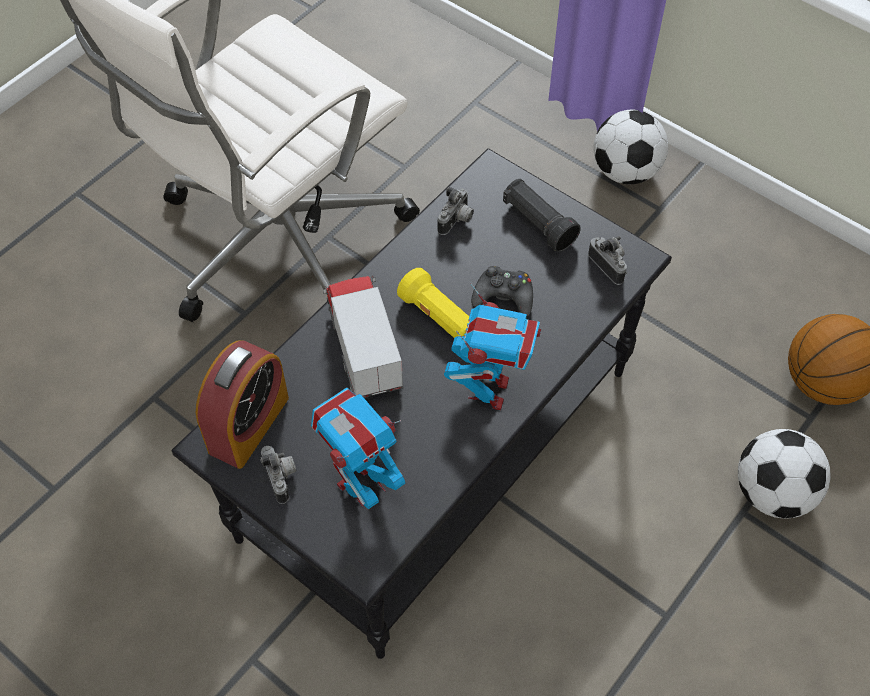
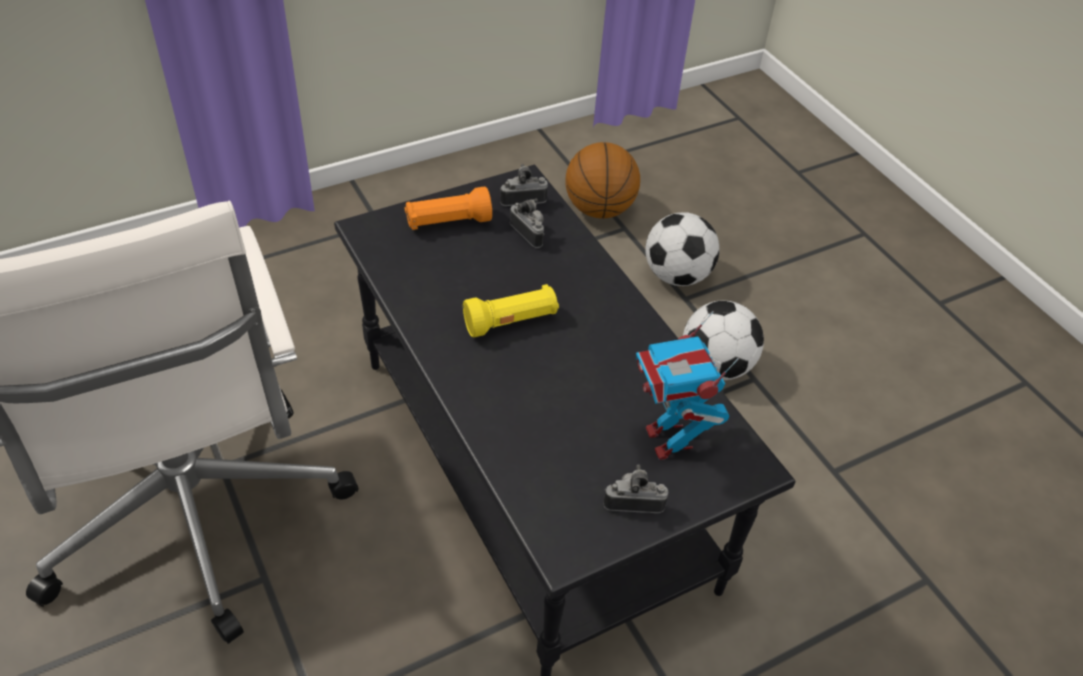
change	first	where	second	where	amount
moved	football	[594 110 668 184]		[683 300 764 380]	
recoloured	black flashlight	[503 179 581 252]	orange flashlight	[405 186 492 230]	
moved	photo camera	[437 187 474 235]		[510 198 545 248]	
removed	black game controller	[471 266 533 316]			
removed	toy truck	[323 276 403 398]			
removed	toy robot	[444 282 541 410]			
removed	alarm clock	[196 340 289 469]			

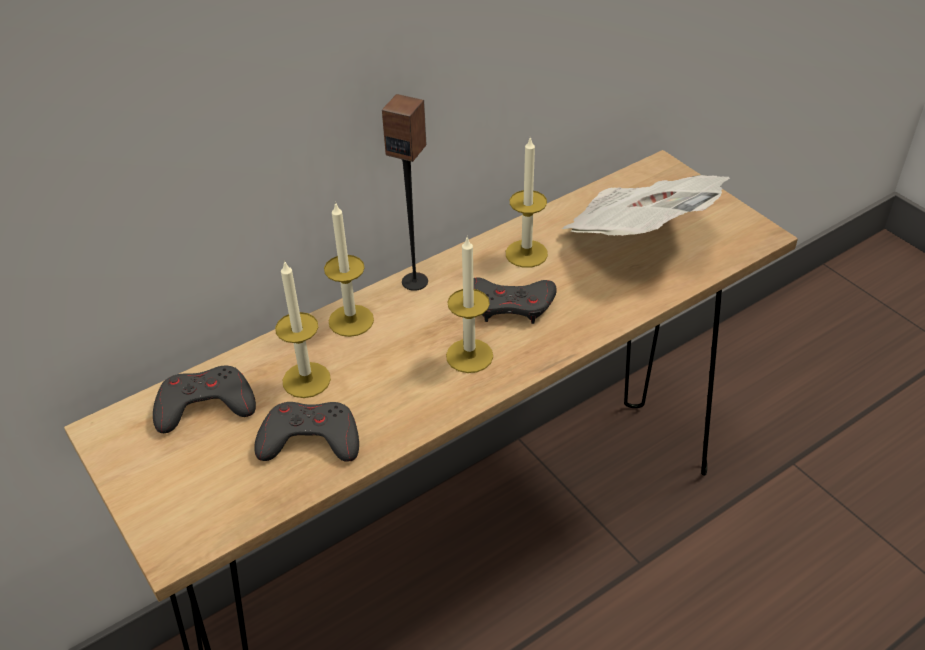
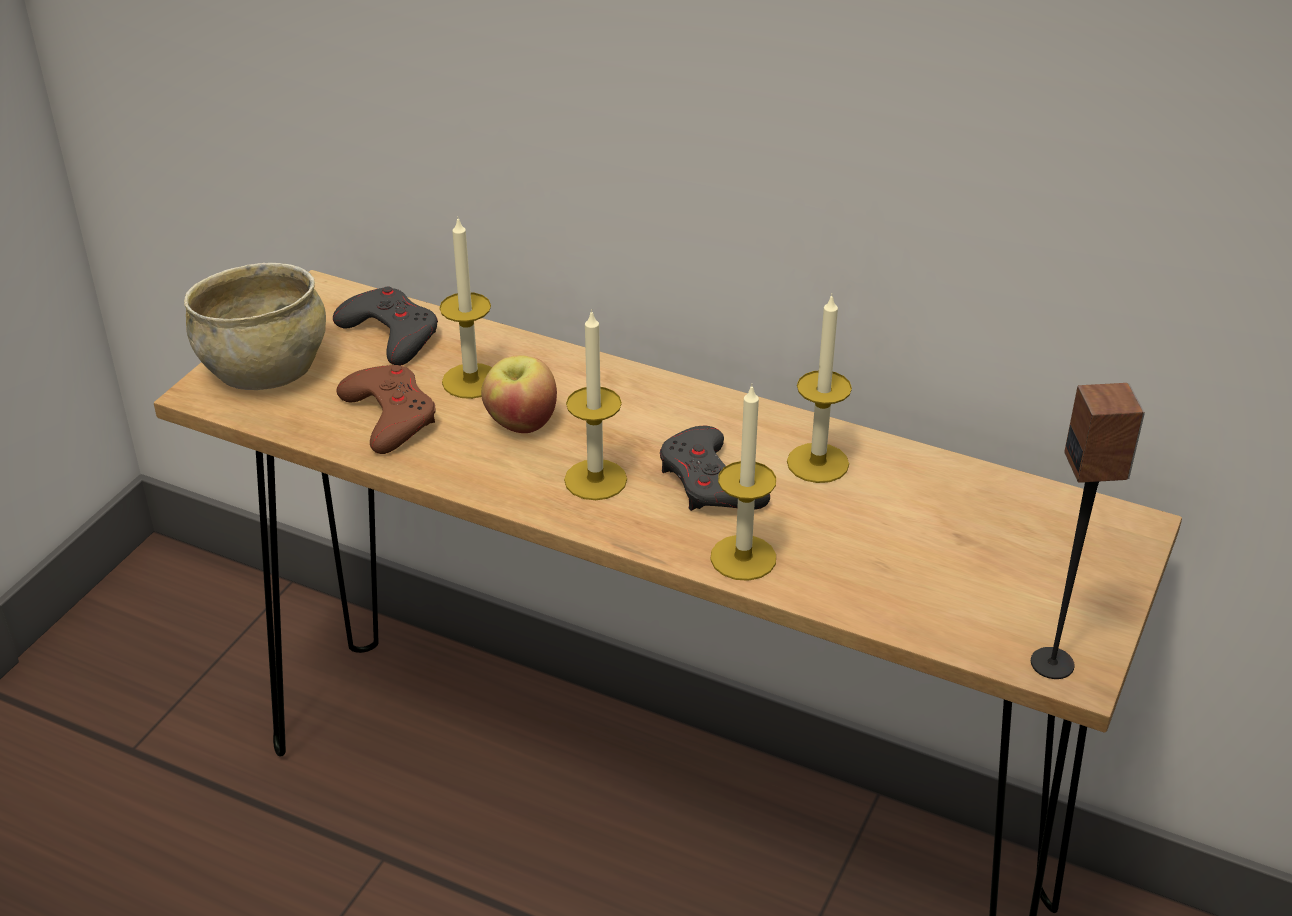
change	first	where	second	where	amount
moved	speaker	[382 94 428 291]		[1031 383 1145 679]	
removed	newspaper	[562 175 730 236]			
moved	candle	[324 202 374 337]		[710 384 776 581]	
recoloured	grey game controller	[254 402 359 462]	brown game controller	[336 365 436 454]	
added			beige bowl	[184 263 326 390]	
added			apple	[481 355 557 433]	

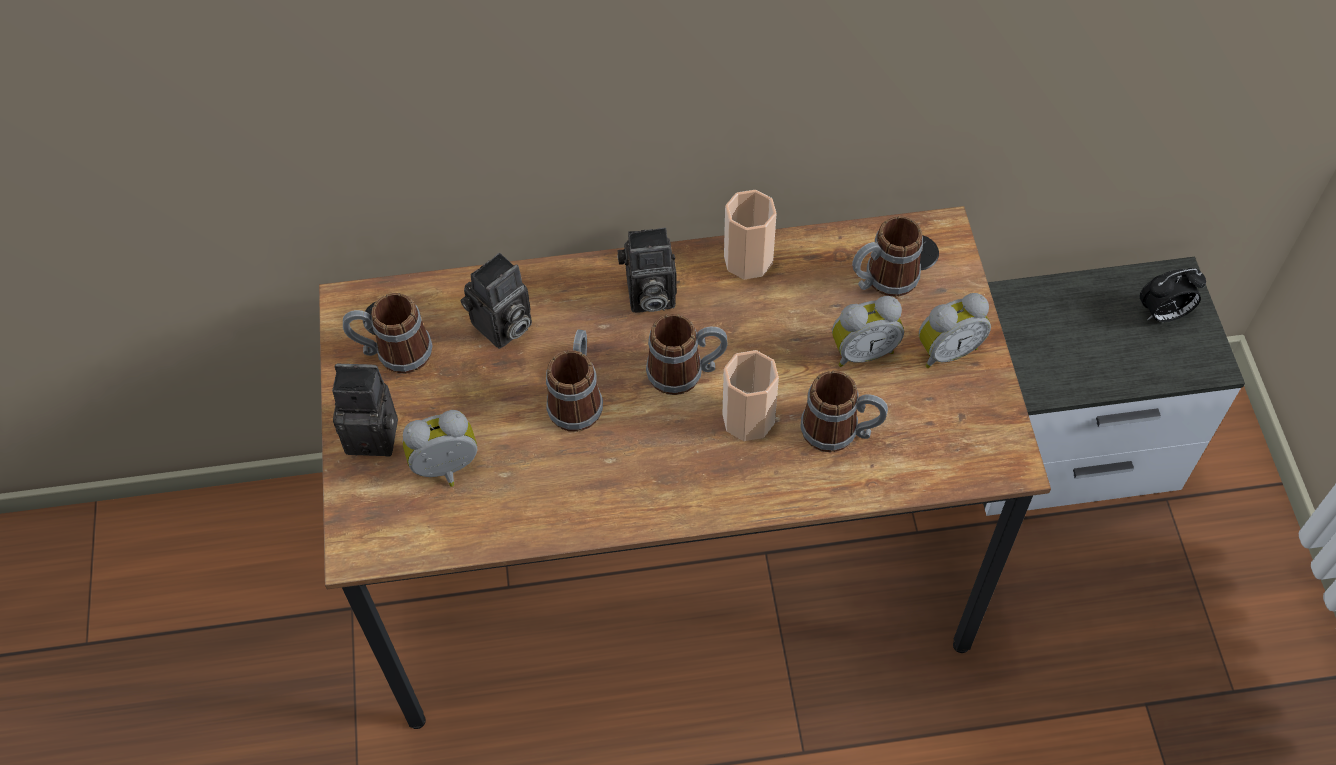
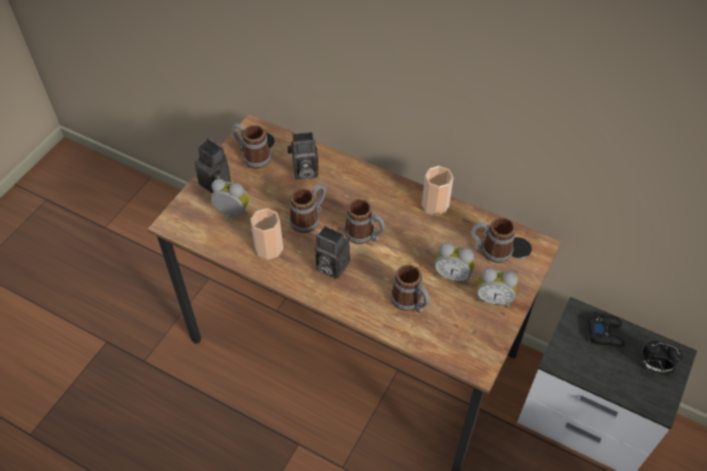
change	first	where	second	where	amount
moved	photo camera	[617 227 677 313]		[315 226 350 279]	
moved	cup	[722 350 779 441]		[250 208 283 260]	
added			black game controller	[588 316 625 347]	

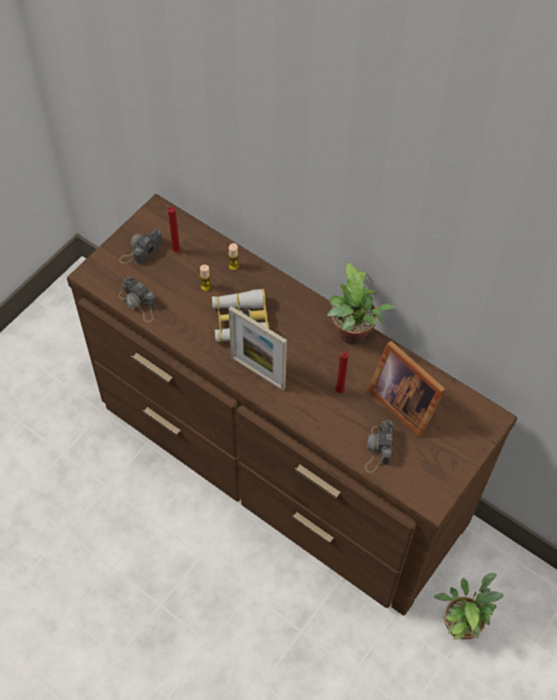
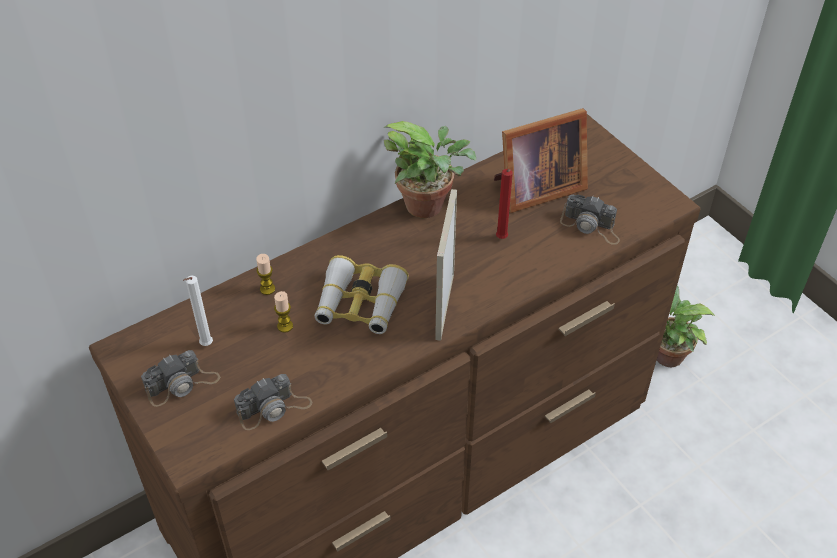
change	first	where	second	where	amount
recoloured	red candle	[163 204 181 252]	white candle	[183 276 213 346]	
turned	photo camera	[119 229 162 265]		[141 350 220 407]	90 degrees counterclockwise
turned	picture frame	[229 306 287 391]		[435 189 457 341]	135 degrees clockwise

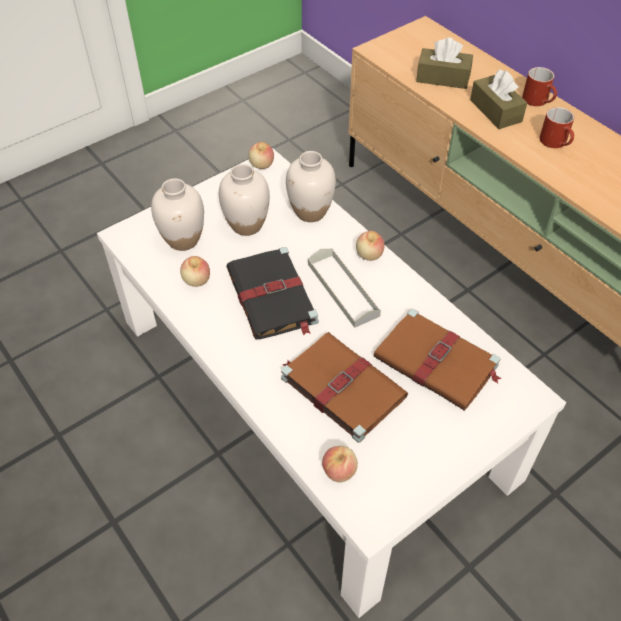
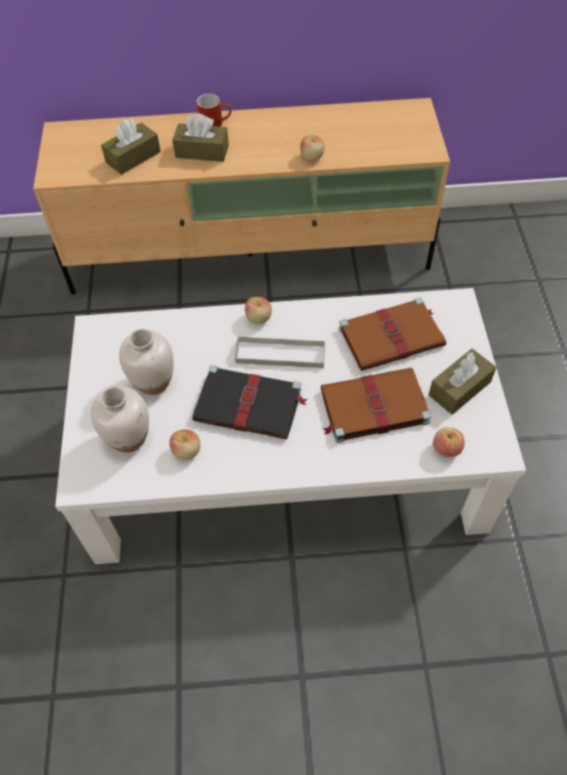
change	first	where	second	where	amount
removed	red mug	[540 107 574 148]			
moved	apple	[249 142 274 169]		[300 135 325 160]	
removed	white vase	[286 151 336 222]			
added			brown tissue box	[429 349 496 415]	

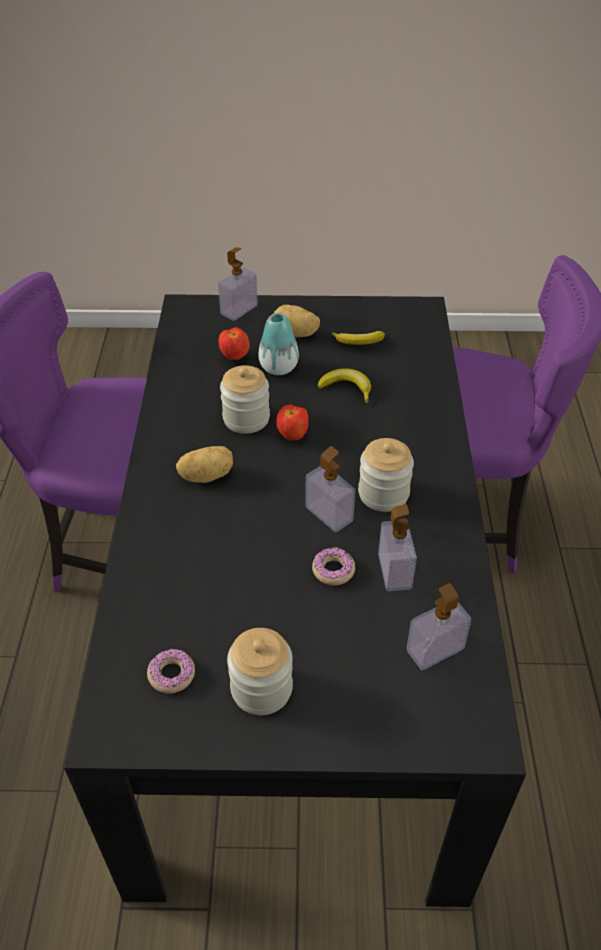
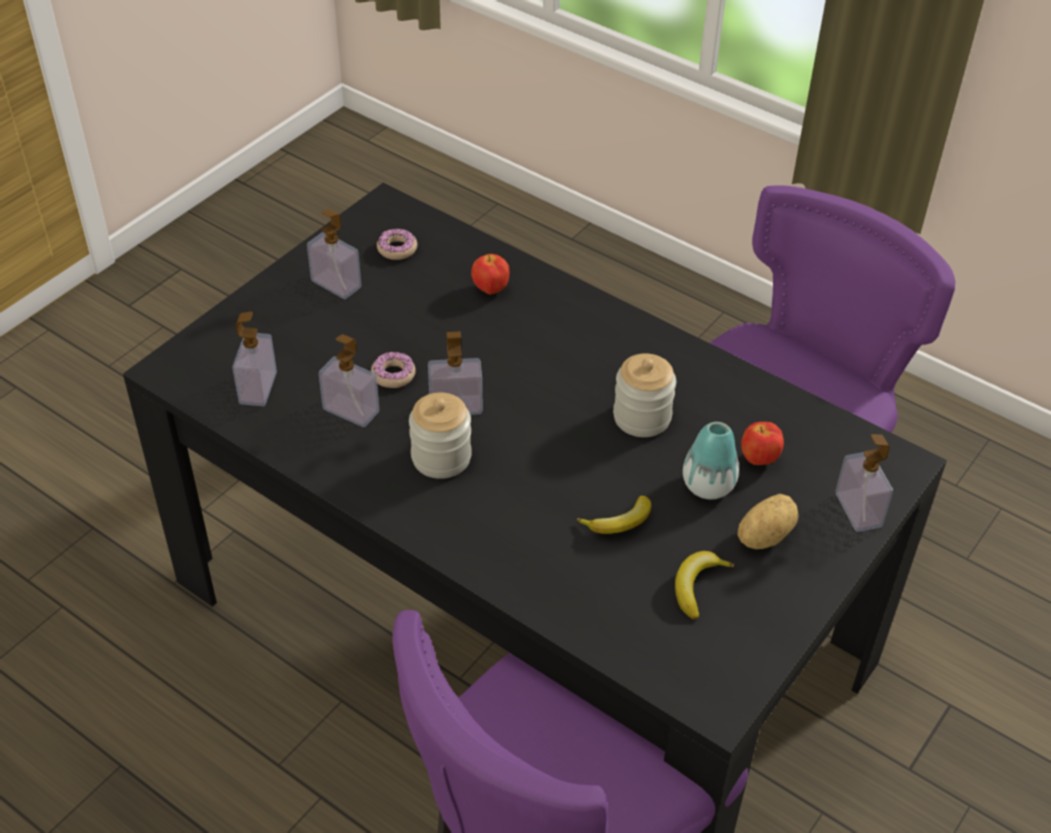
change	first	where	second	where	amount
moved	apple	[276 405 309 440]		[471 254 509 295]	
removed	potato	[176 446 233 483]			
replaced	jar	[227 628 293 715]	soap dispenser	[307 209 361 299]	

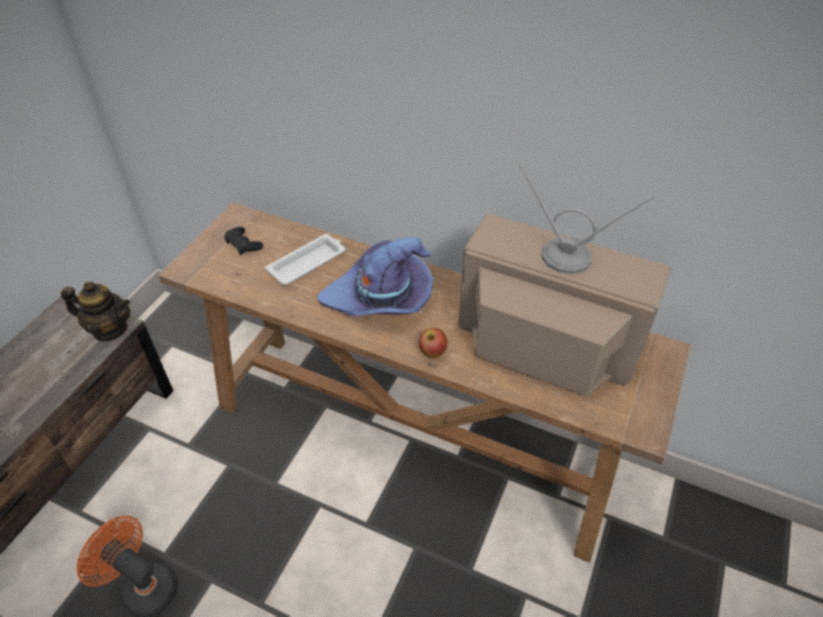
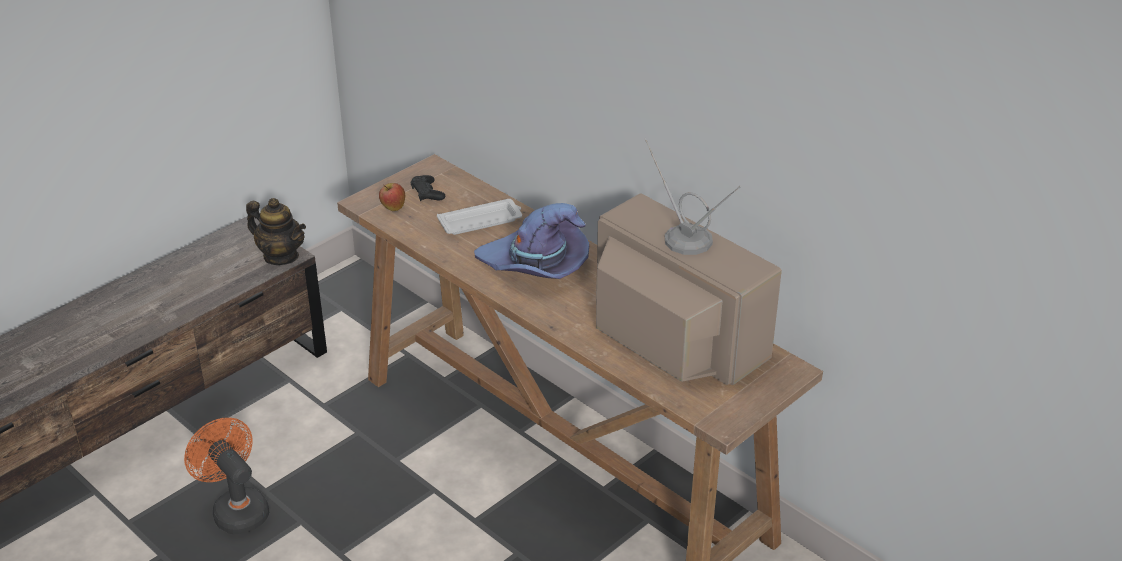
change	first	where	second	where	amount
moved	apple	[419 328 448 358]		[379 183 405 211]	

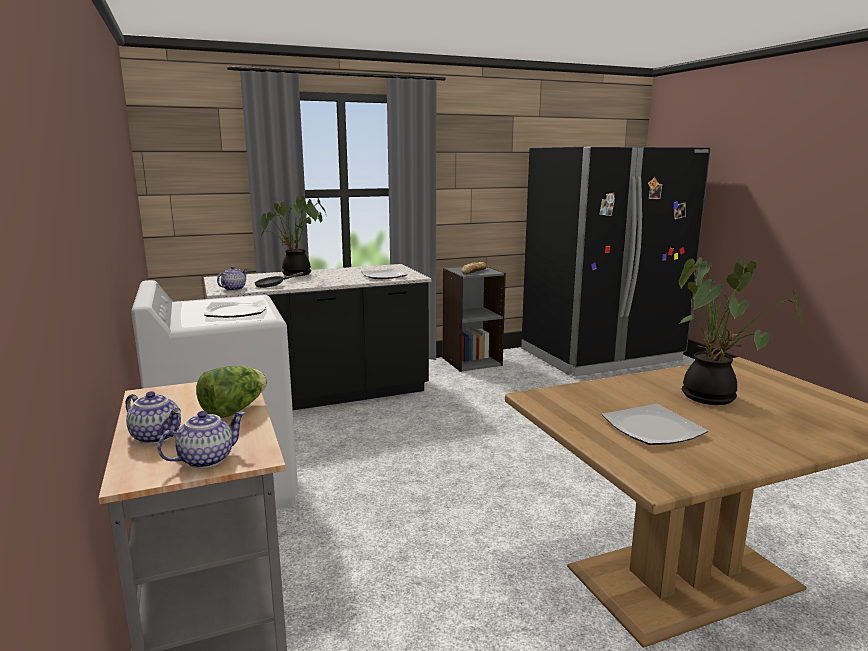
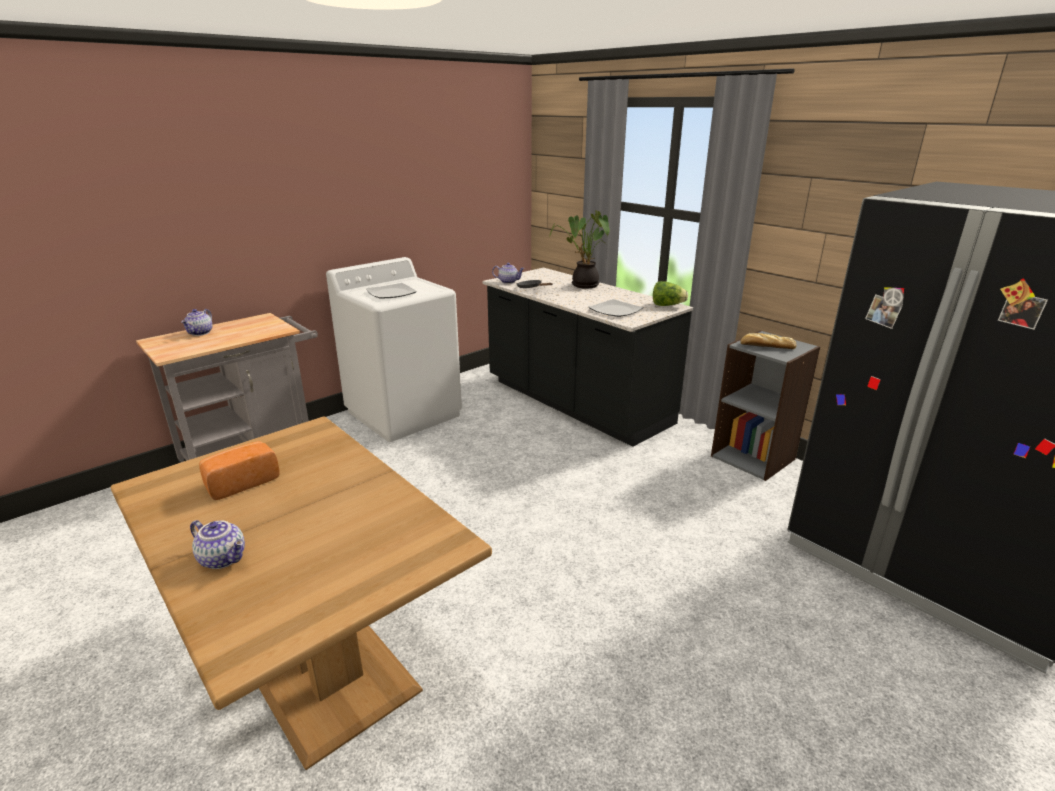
change	first	where	second	where	amount
removed	potted plant	[679 257 803 405]			
moved	lettuce	[196 366 267 418]		[653 281 688 306]	
replaced	plate	[602 404 708 445]	bread	[199 441 280 500]	
moved	teapot	[157 411 245 468]		[190 520 245 569]	

